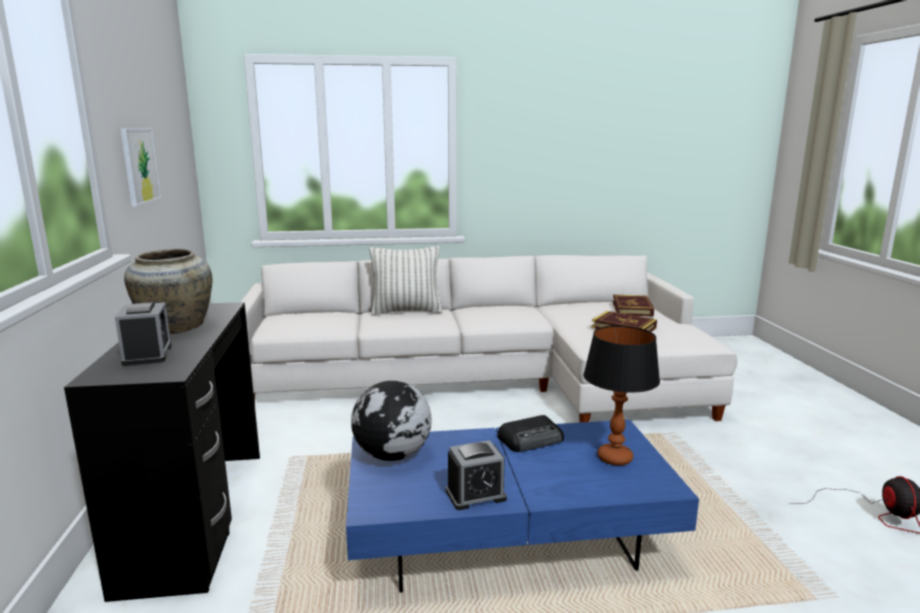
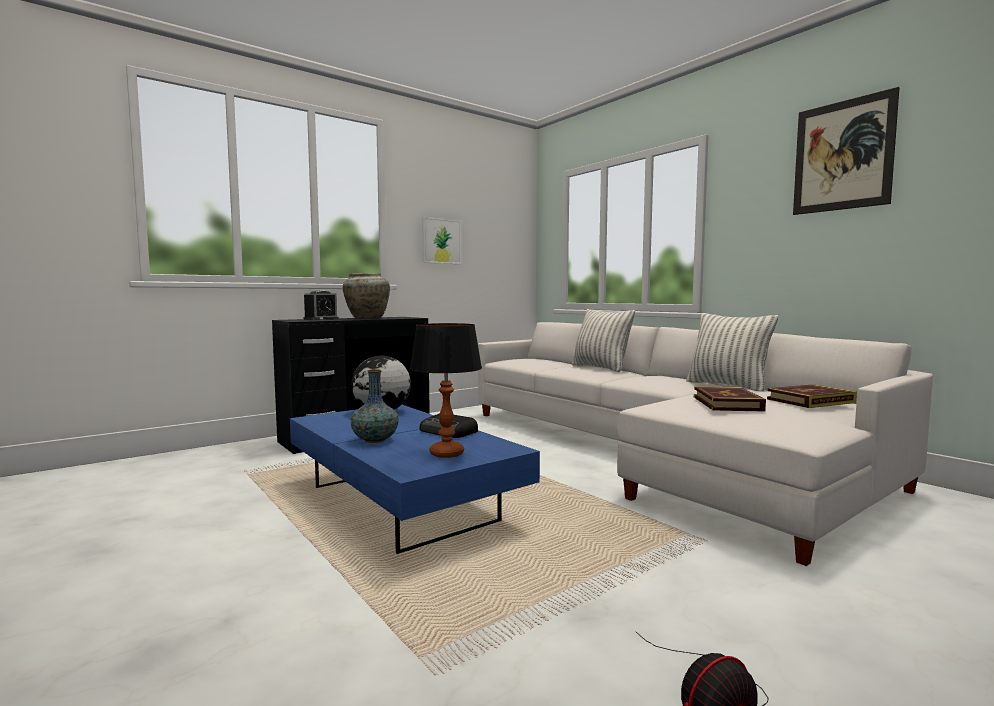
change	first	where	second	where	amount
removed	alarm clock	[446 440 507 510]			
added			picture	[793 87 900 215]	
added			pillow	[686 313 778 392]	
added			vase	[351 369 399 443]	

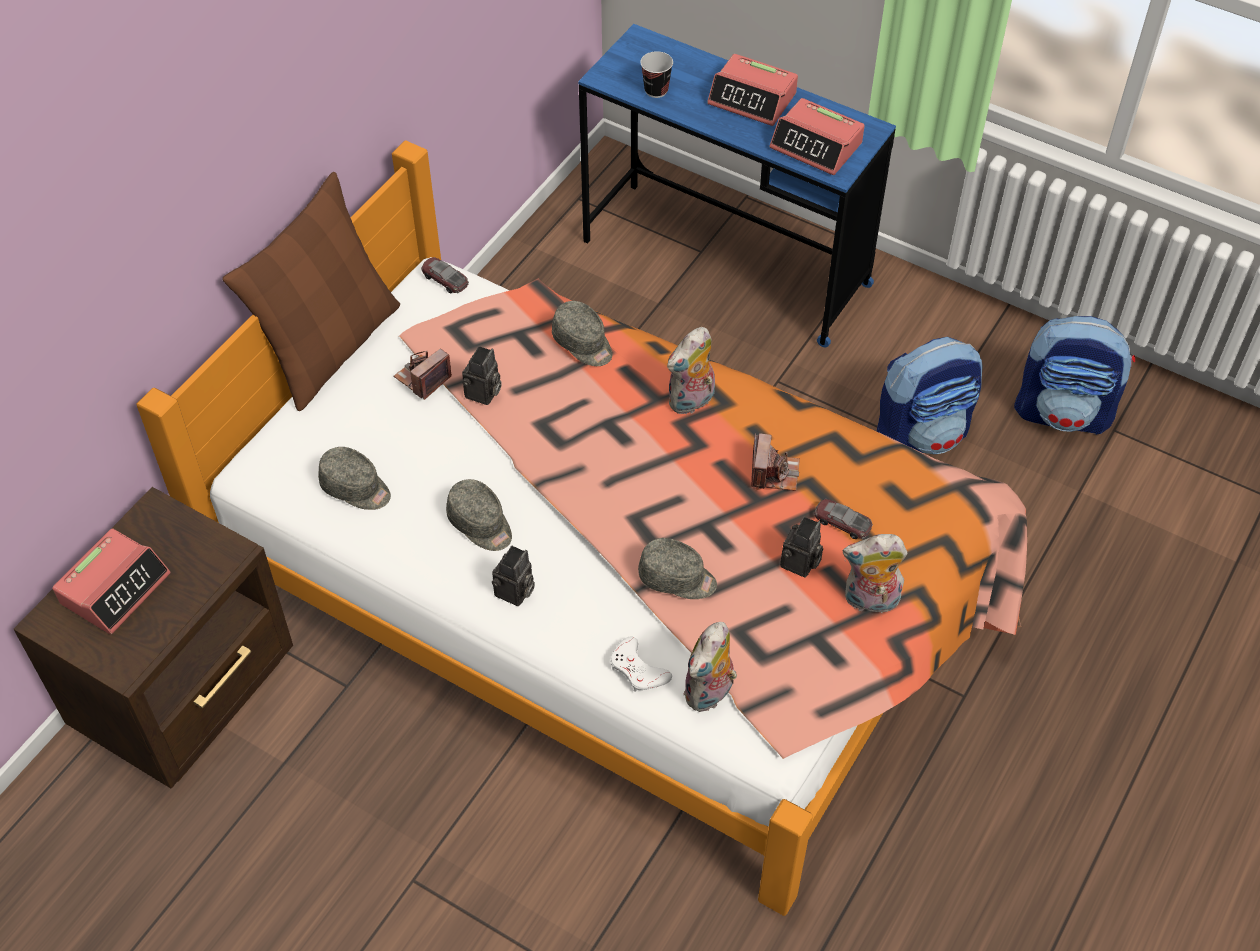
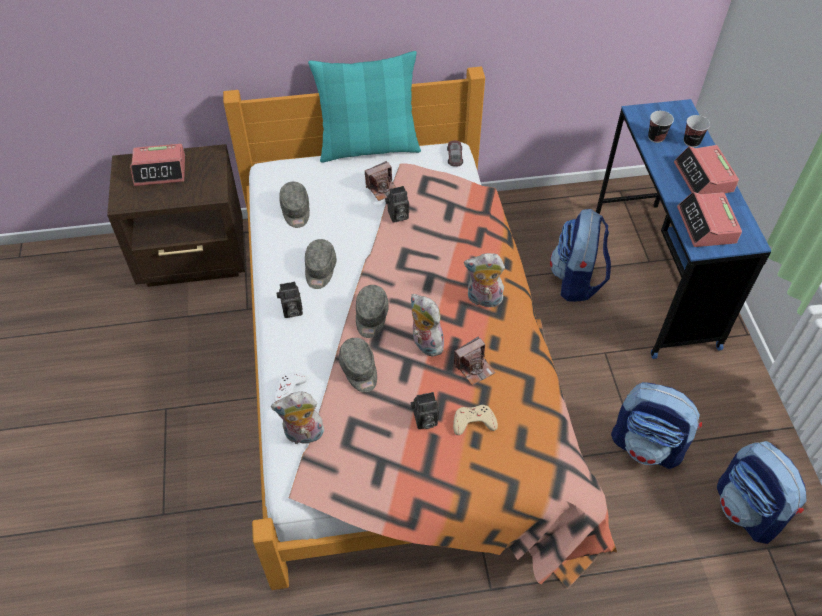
change	first	where	second	where	amount
recoloured	brown pillow	[222 172 400 411]	turquoise pillow	[308 51 421 163]	
moved	grey cap	[552 301 612 366]		[356 285 389 338]	
turned	photo camera	[394 349 452 400]		[365 161 396 201]	150 degrees clockwise
replaced	toy car	[814 499 873 539]	beige game controller	[453 405 498 435]	
moved	plush toy	[843 534 908 617]		[411 294 444 356]	
added			cup	[684 115 710 147]	
added			backpack	[550 209 611 302]	

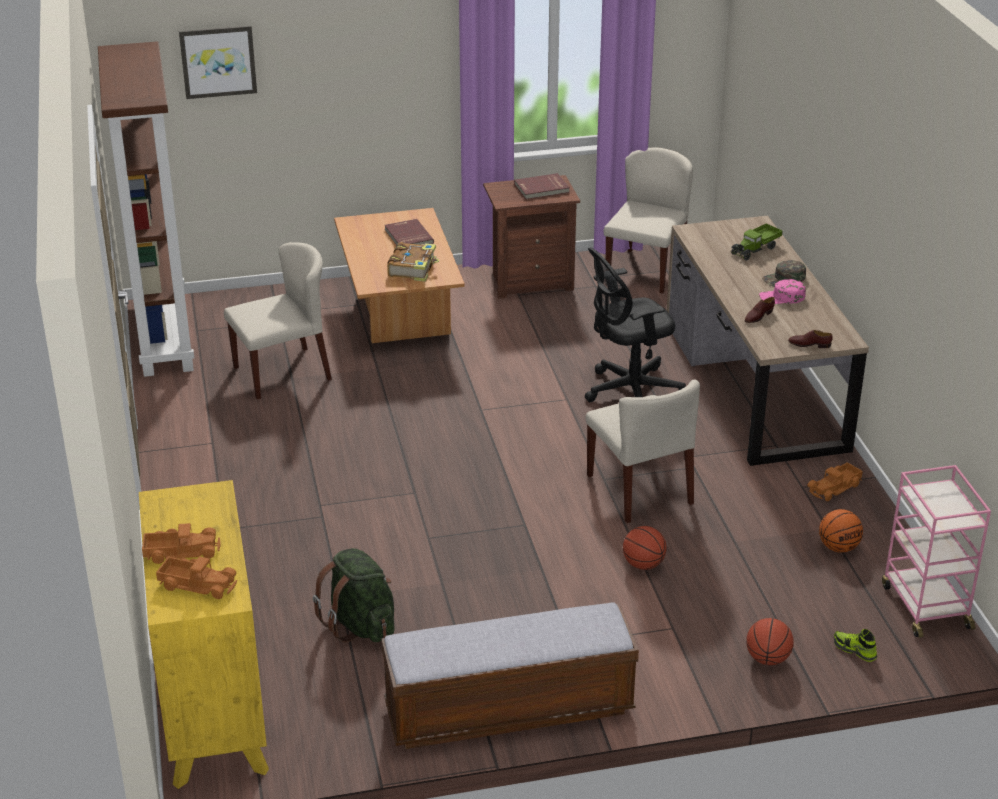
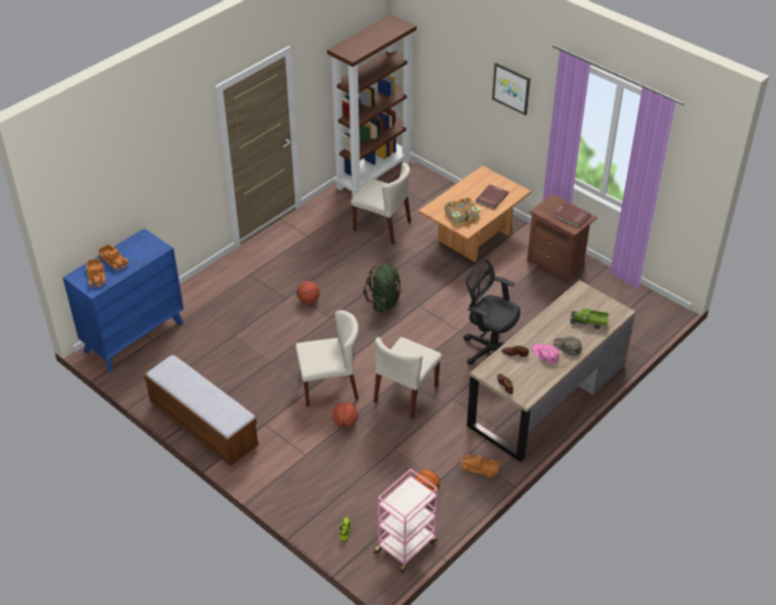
change	first	where	second	where	amount
moved	picture	[179 26 257 99]		[492 62 530 116]	
moved	beige chair	[604 147 693 294]		[295 310 359 407]	
recoloured	yellow dresser	[139 480 269 789]	blue dresser	[63 228 184 372]	
moved	green backpack	[313 548 395 643]		[363 264 403 312]	
moved	basketball	[746 618 794 665]		[297 281 320 304]	

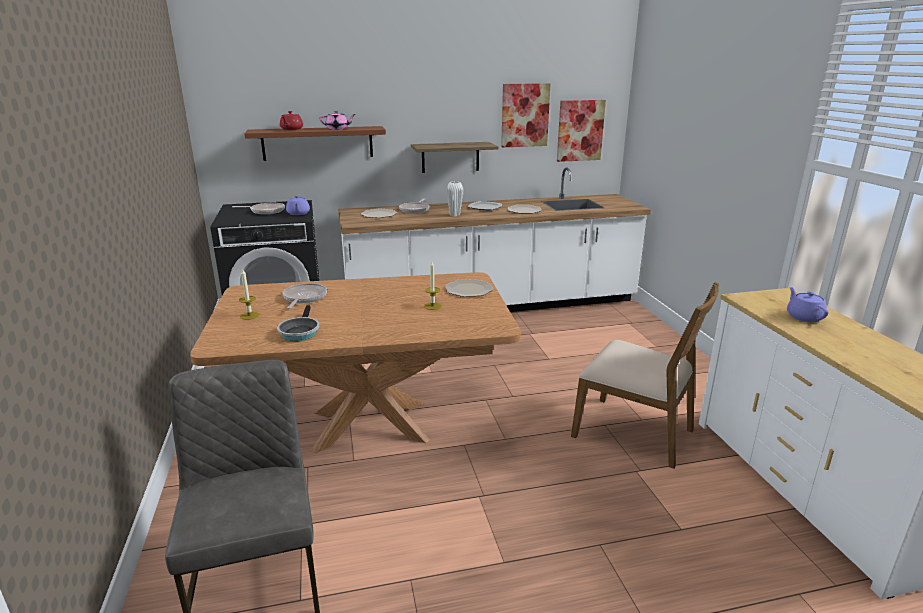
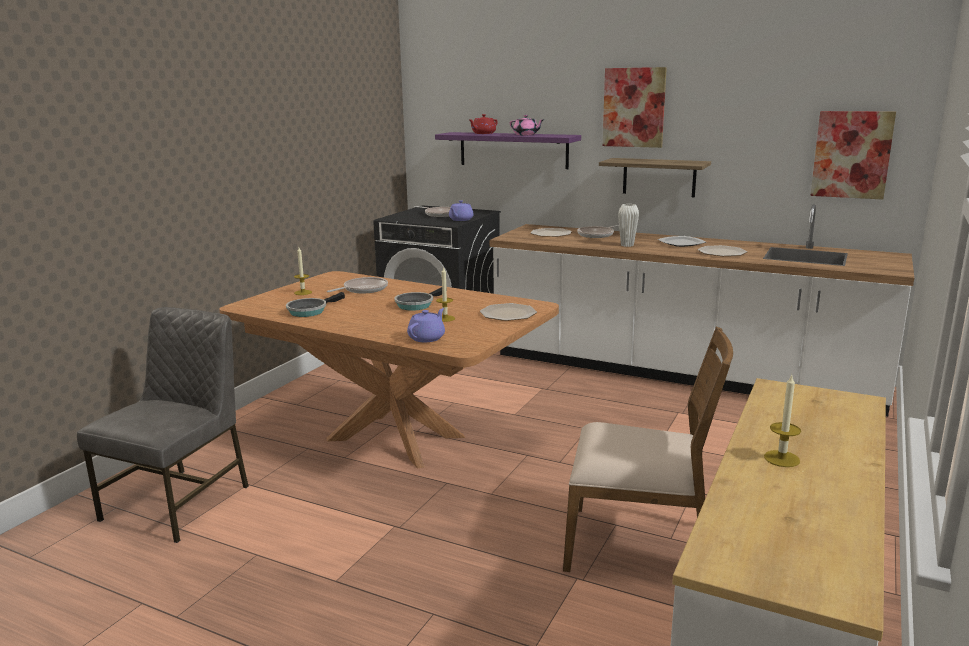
change	first	where	second	where	amount
moved	picture	[501 83 551 147]		[603 67 667 148]	
recoloured	brown shelf	[244 126 386 161]	purple shelf	[435 132 581 169]	
turned	brown chair	[571 282 719 469]		[563 327 733 572]	60 degrees counterclockwise
moved	purple teapot	[787 287 829 322]		[407 308 445 342]	
added			frying pan	[394 287 447 311]	
added			candle	[764 375 801 467]	

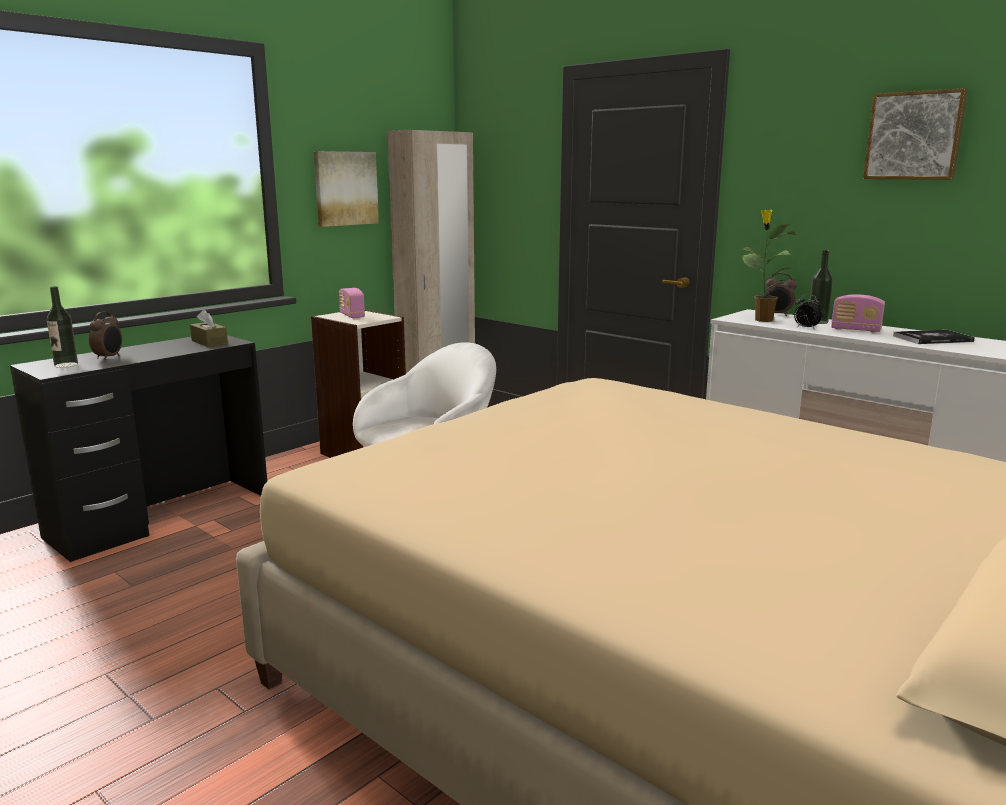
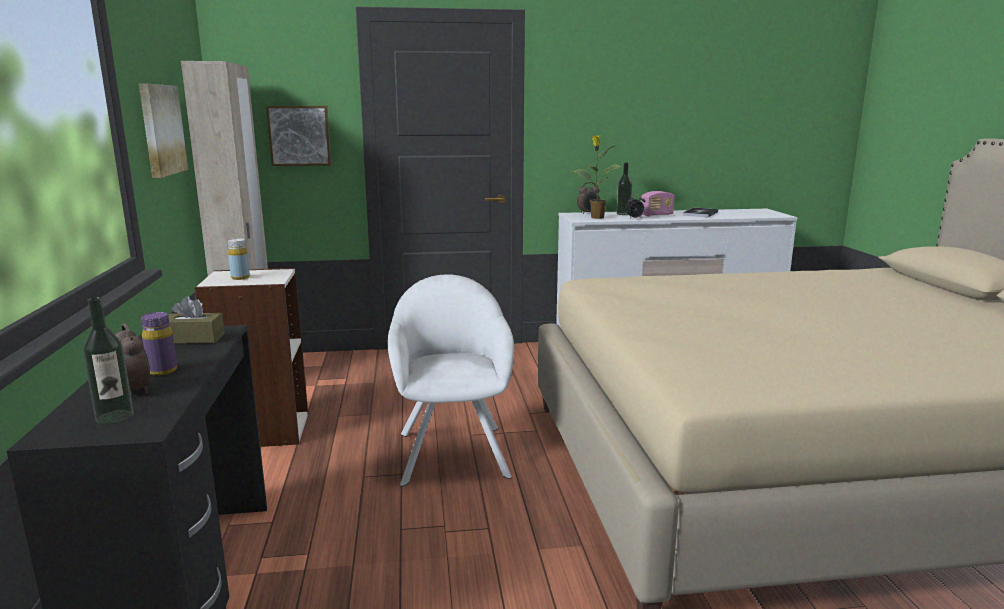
change	first	where	second	where	amount
moved	picture	[863 88 968 180]		[266 106 331 166]	
replaced	radio	[339 288 365 319]	yellow bottle	[228 239 250 280]	
added			purple bottle	[141 312 177 376]	

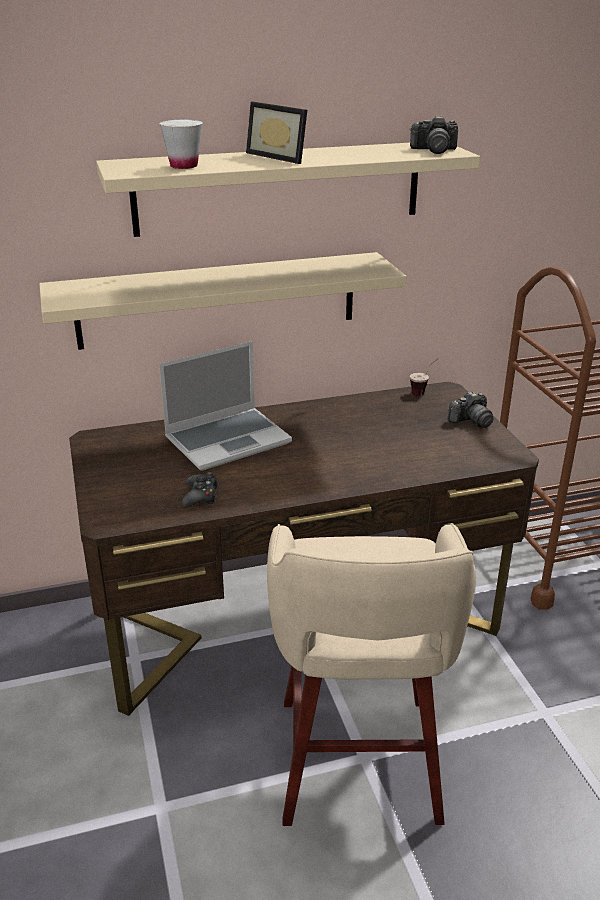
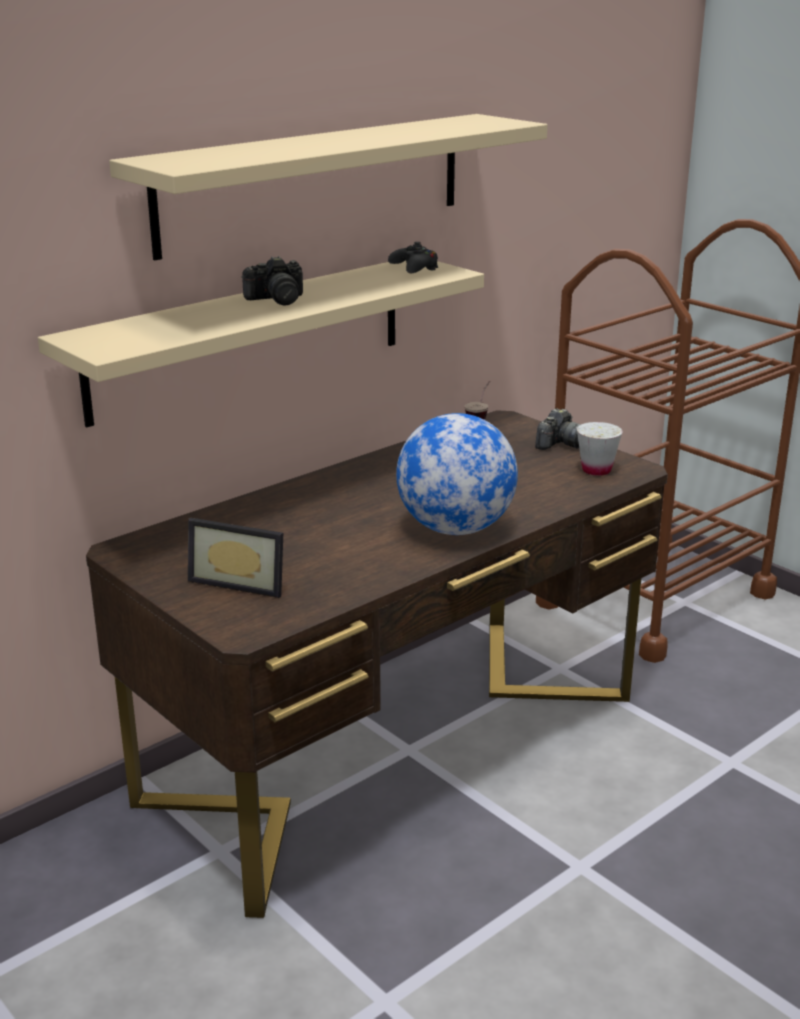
change	first	where	second	where	amount
moved	picture frame	[246 101 307 164]		[188 518 283 598]	
moved	photo camera	[409 115 458 154]		[241 256 303 306]	
moved	white cup	[159 120 203 169]		[577 422 623 476]	
removed	laptop	[159 341 292 471]			
moved	black game controller	[182 472 219 506]		[388 242 438 273]	
removed	beige stool	[267 523 476 826]			
added			globe	[396 413 518 535]	

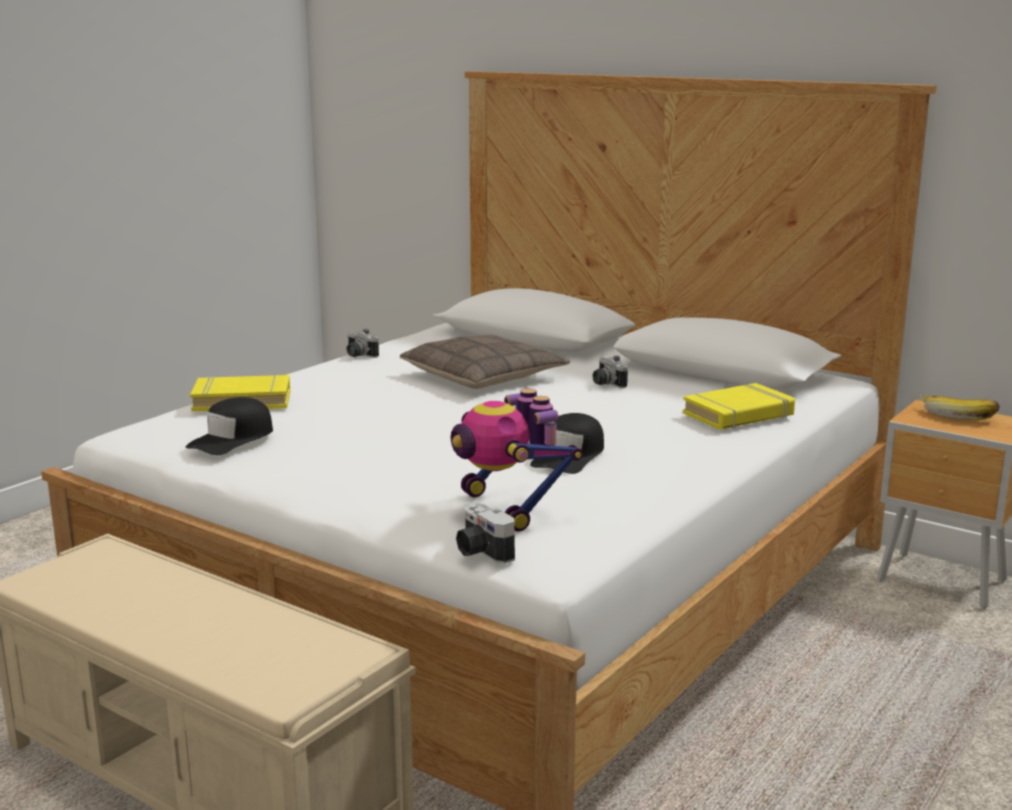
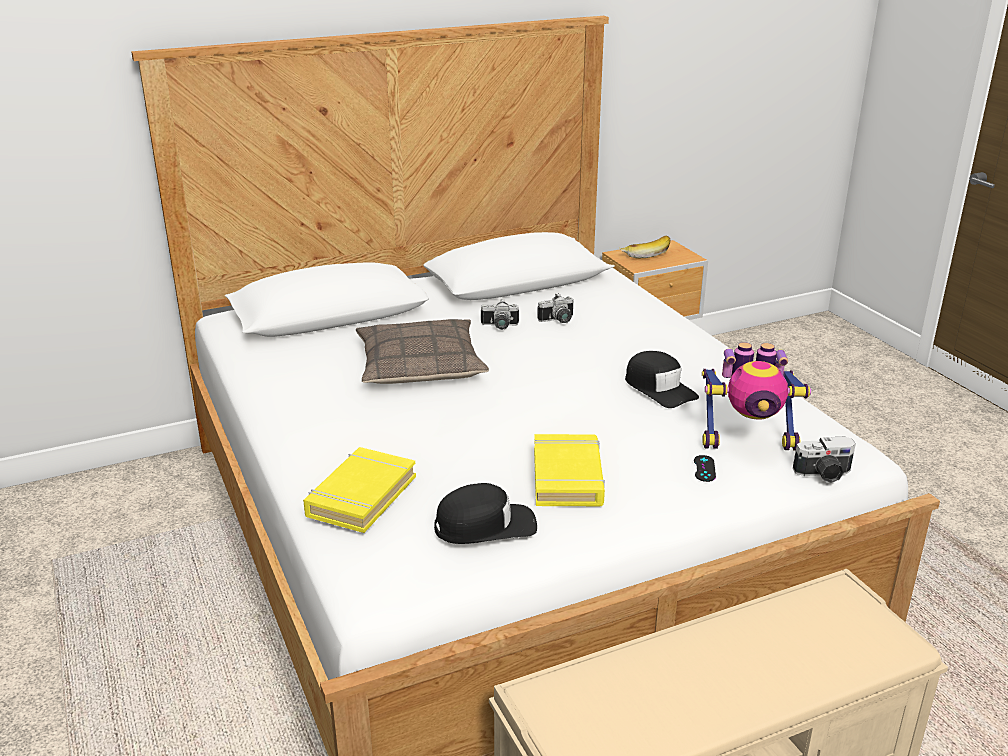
change	first	where	second	where	amount
moved	photo camera	[346 329 379 358]		[537 293 574 323]	
moved	yellow book	[683 383 795 430]		[534 434 605 506]	
turned	black cap	[186 397 273 455]		[434 483 537 544]	75 degrees counterclockwise
added			black game controller	[694 455 716 482]	

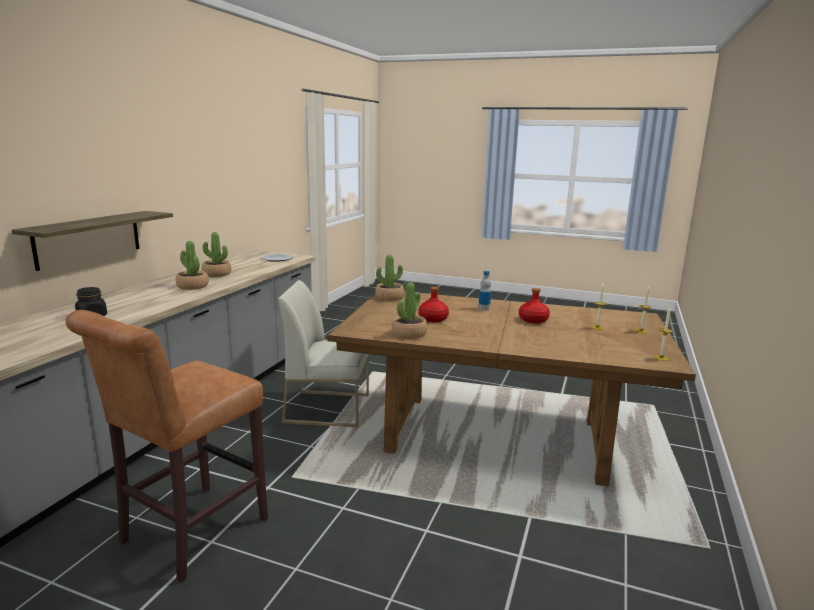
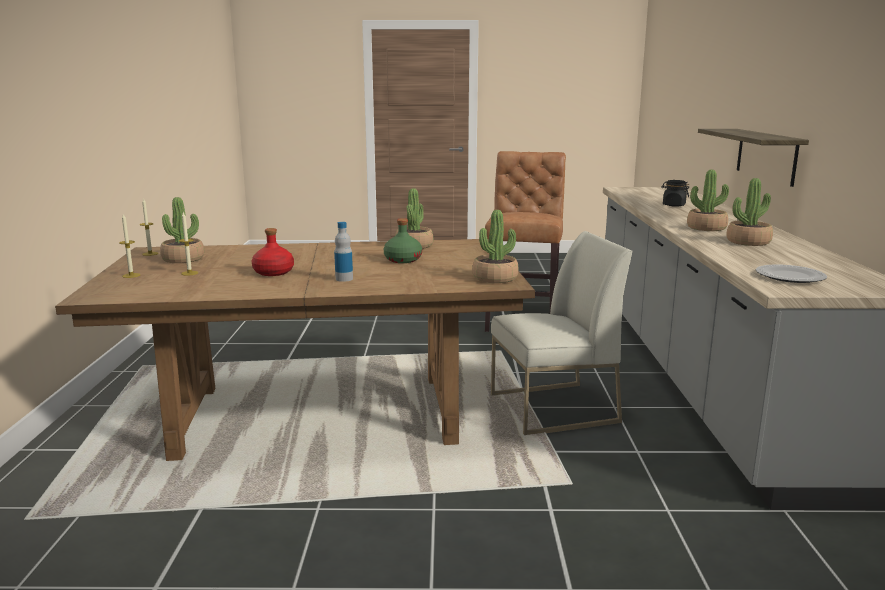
change	first	where	second	where	amount
recoloured	red bottle	[418 287 449 322]	green bottle	[384 218 422 263]	
added			potted plant	[160 197 204 263]	

